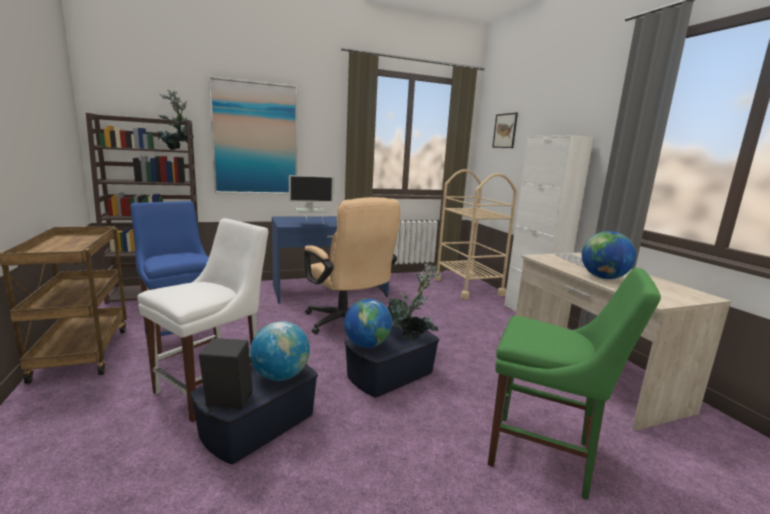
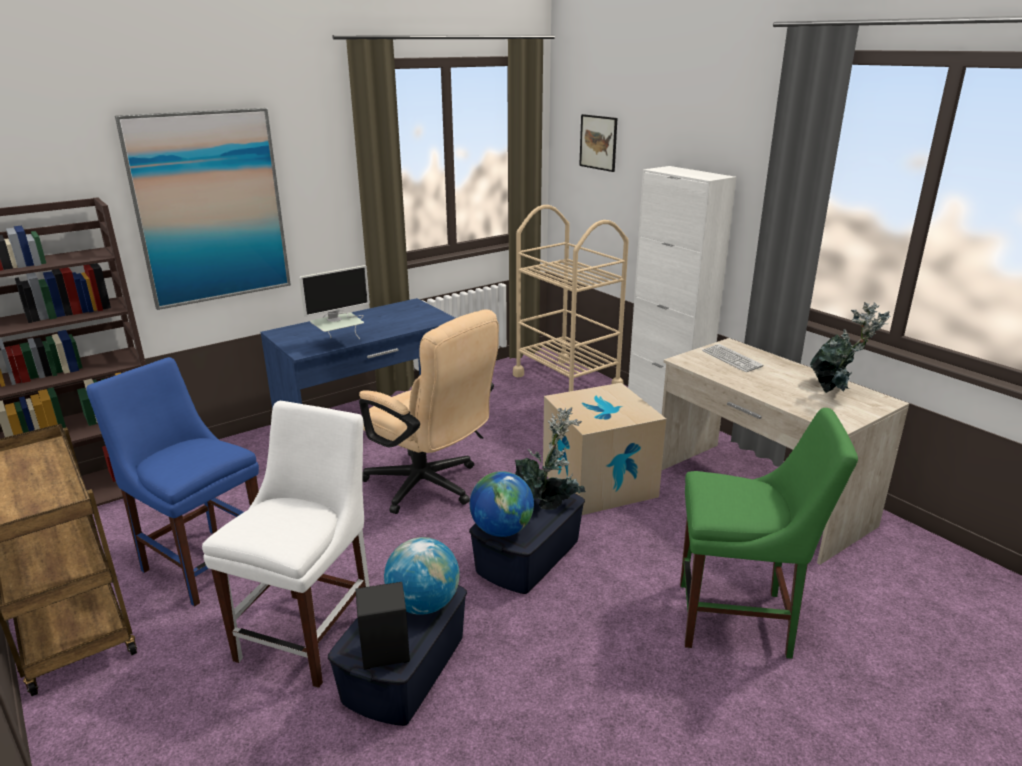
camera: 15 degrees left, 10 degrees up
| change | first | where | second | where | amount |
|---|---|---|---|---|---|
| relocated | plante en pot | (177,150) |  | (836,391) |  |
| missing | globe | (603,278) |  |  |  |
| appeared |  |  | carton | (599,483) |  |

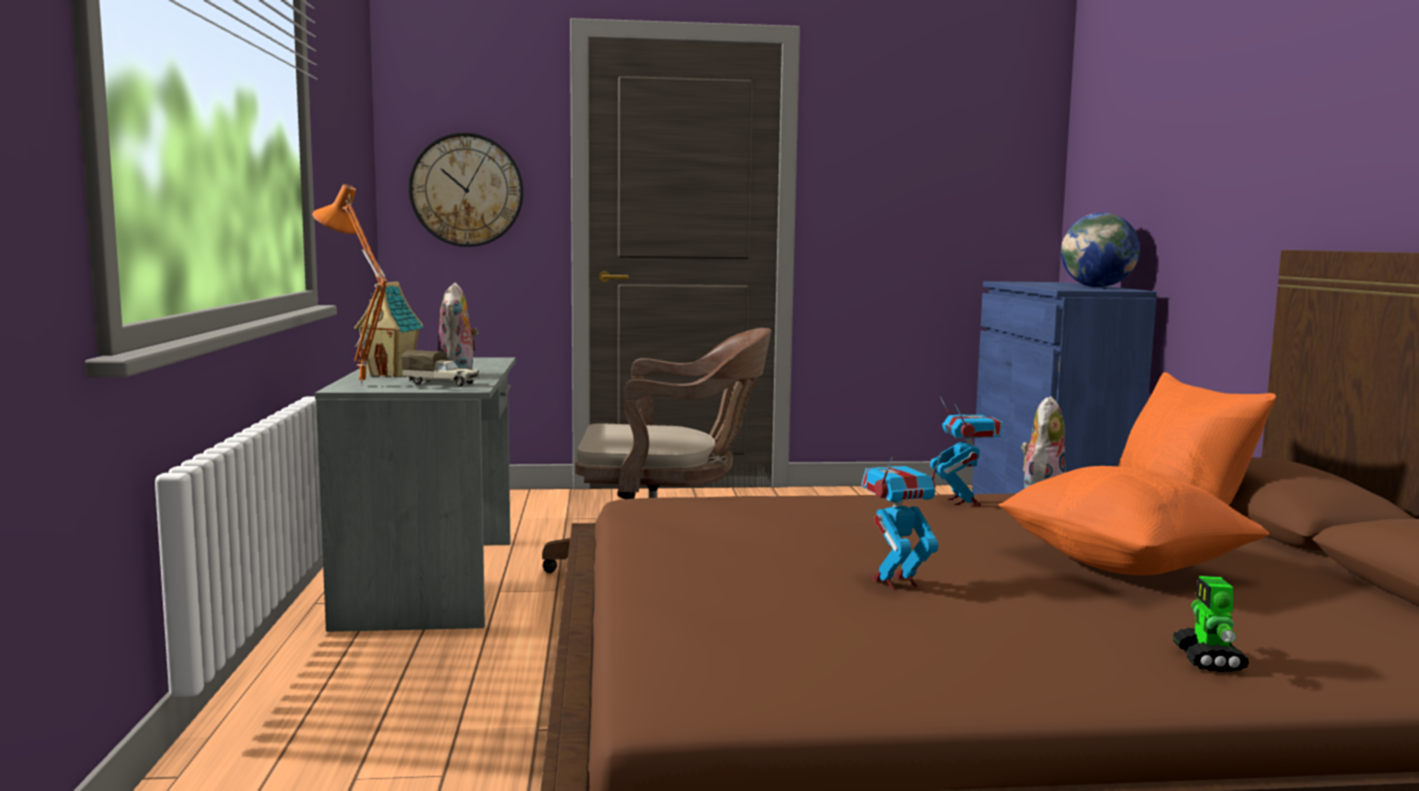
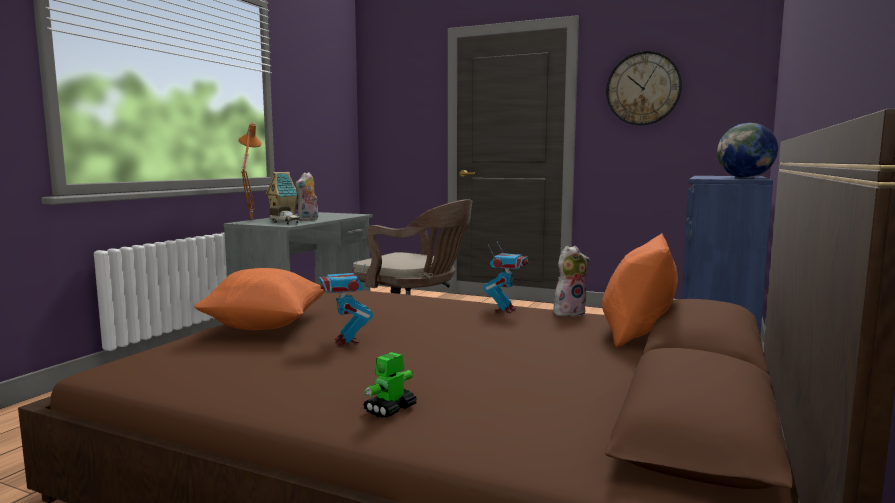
camera: 30 degrees right, 0 degrees up
| change | first | where | second | where | amount |
|---|---|---|---|---|---|
| relocated | horloge murale | (466,190) |  | (643,88) |  |
| spun | robot jouet | (896,582) |  | (346,341) | 120 degrees counterclockwise |
| relocated | coussin [orange] | (1122,566) |  | (267,326) |  |

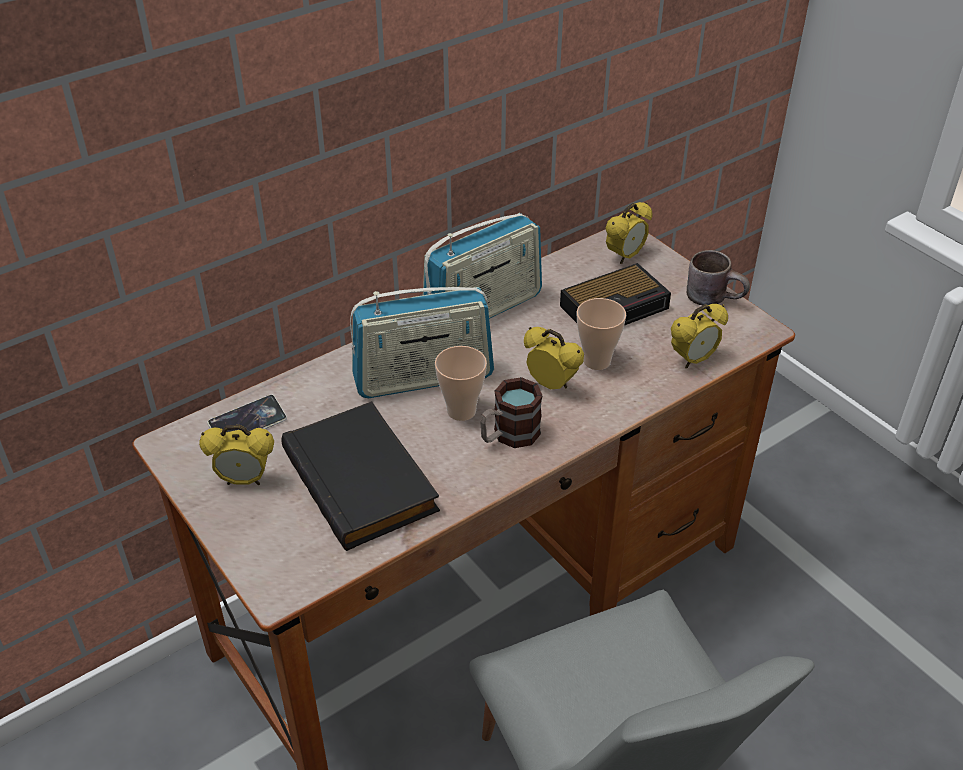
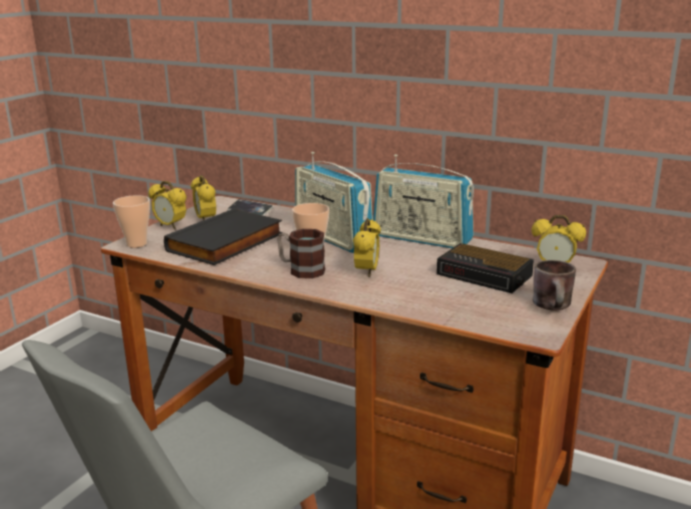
camera: 65 degrees right, 20 degrees down
| change | first | where | second | where | amount |
|---|---|---|---|---|---|
| relocated | tasse | (597,361) |  | (136,243) |  |
| relocated | réveil | (693,360) |  | (170,226) |  |

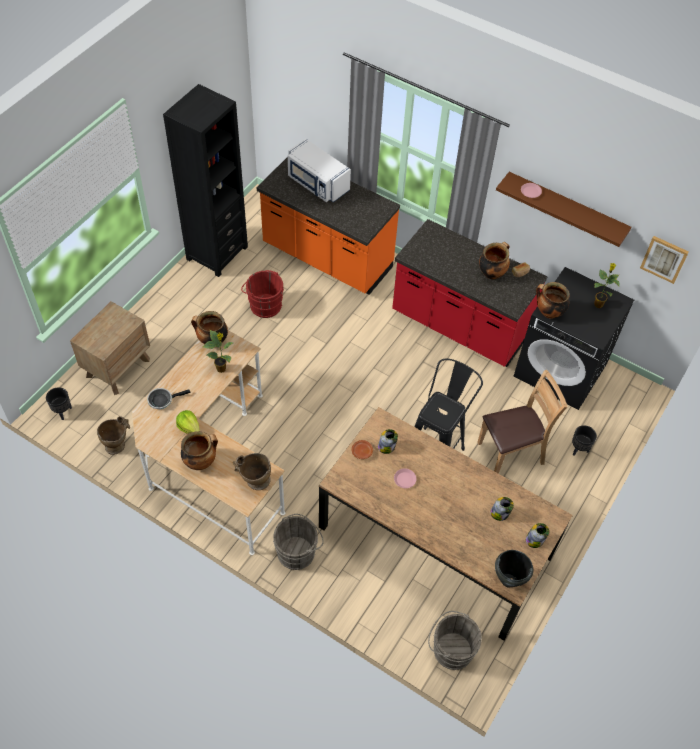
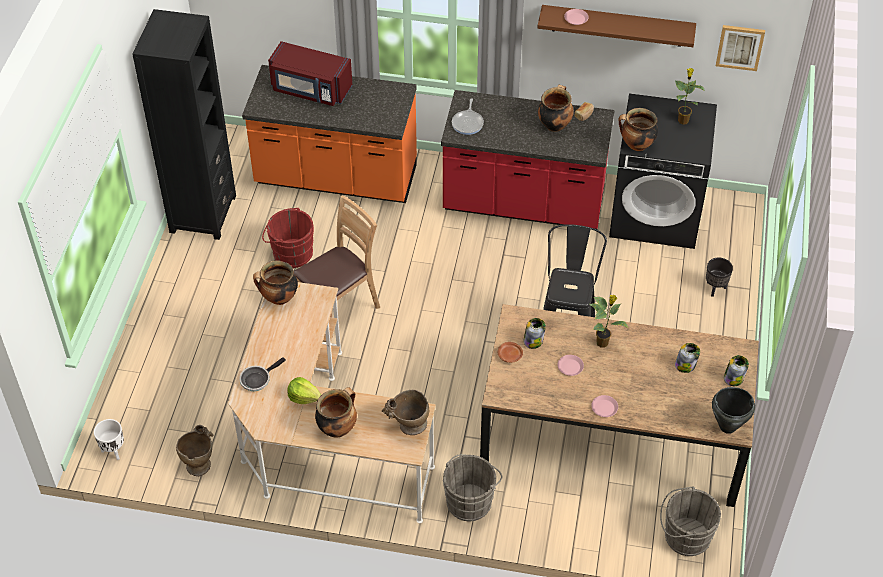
camera: 20 degrees left, 5 degrees down
| change | first | where | second | where | amount |
|---|---|---|---|---|---|
| colour | micro-ondes [blanc] | (317,184) | micro-ondes [rouge] | (310,90) |  |
| missing | table de chevet [marron] | (118,367) |  |  |  |
| relocated | plante en pot | (222,369) |  | (603,343) |  |
| relocated | chaise [marron] | (511,452) |  | (340,307) |  |
| colour | cache-pot [noir] | (62,412) | cache-pot [blanc] | (113,451) |  |
| appeared |  |  | poêle | (468,123) |  |
| appeared |  |  | assiette [rose] | (604,408) |  |

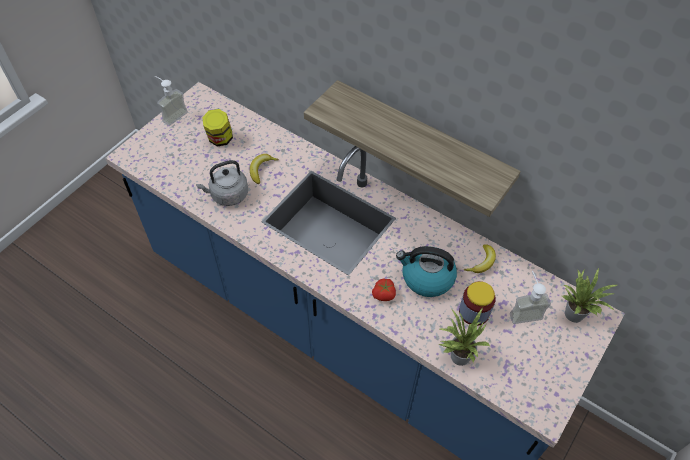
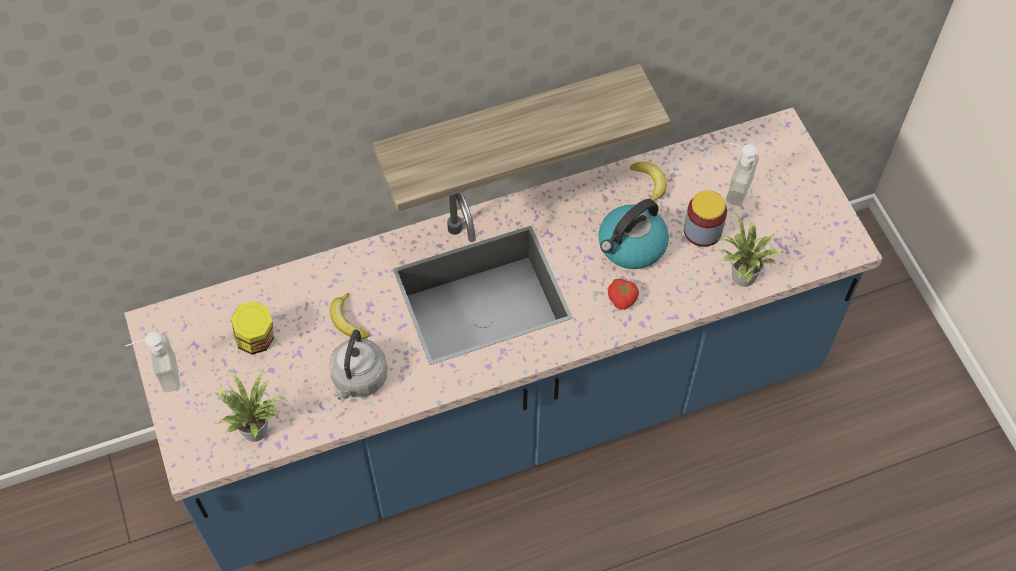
camera: 55 degrees left, 5 degrees up
| change | first | where | second | where | amount |
|---|---|---|---|---|---|
| relocated | plante en pot | (575,312) |  | (255,427) |  |

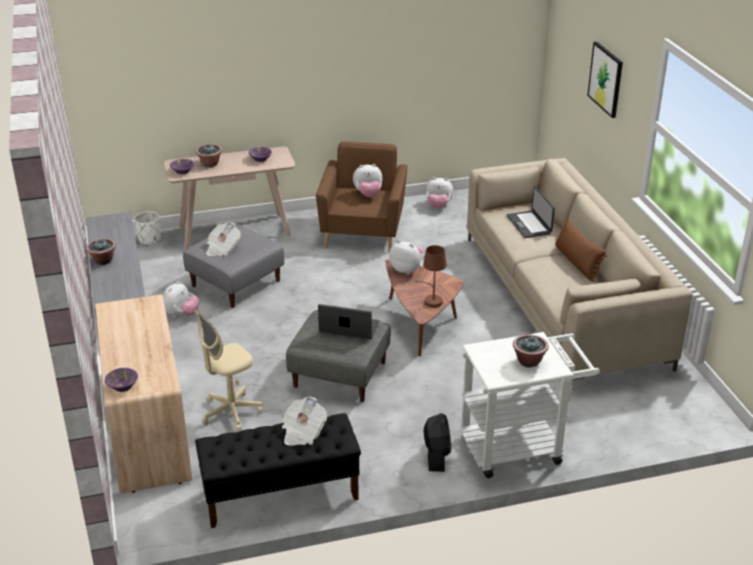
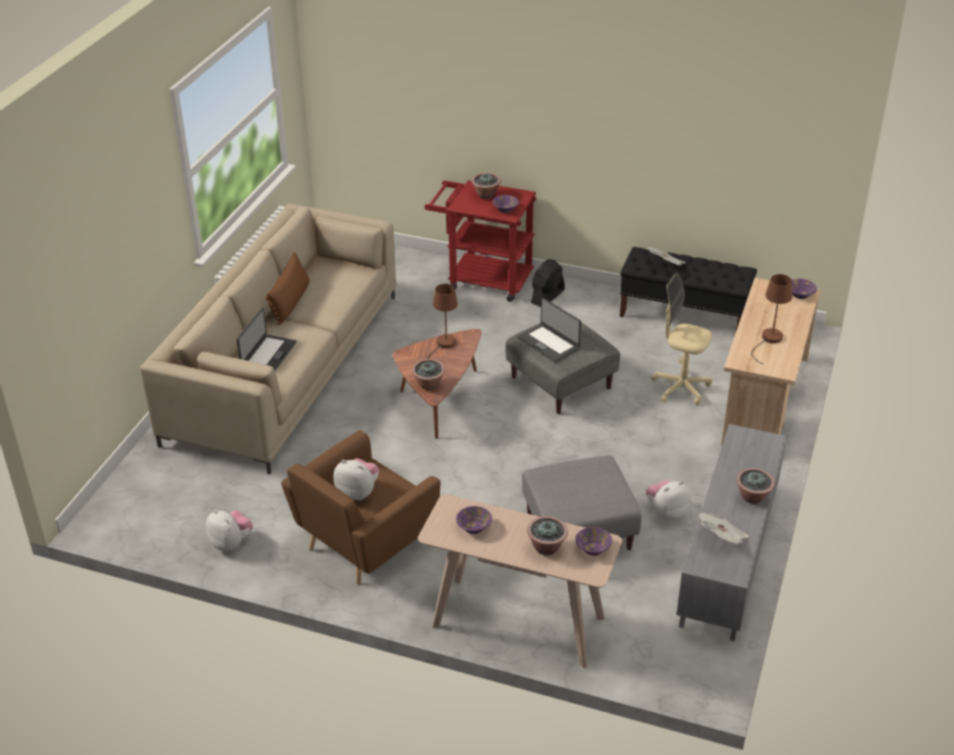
camera: 145 degrees left, 5 degrees up
| change | first | where | second | where | amount |
|---|---|---|---|---|---|
| missing | tableau | (606,79) |  |  |  |
| missing | cache-pot [blanc] | (149,239) |  |  |  |
| relocated | journal | (222,248) |  | (722,538) |  |
| exchanged | peluche | (407,270) | plante en pot | (429,385) |  |
| spun | chaise de bureau [beige] | (231,412) |  | (681,388) | 150 degrees counterclockwise |
| colour | chariot [blanc] | (519,446) | chariot [rouge] | (482,279) |  |
| appeared |  |  | bol [violet] | (505,209) |  |
| appeared |  |  | lampe de table [marron] | (769,340) |  |

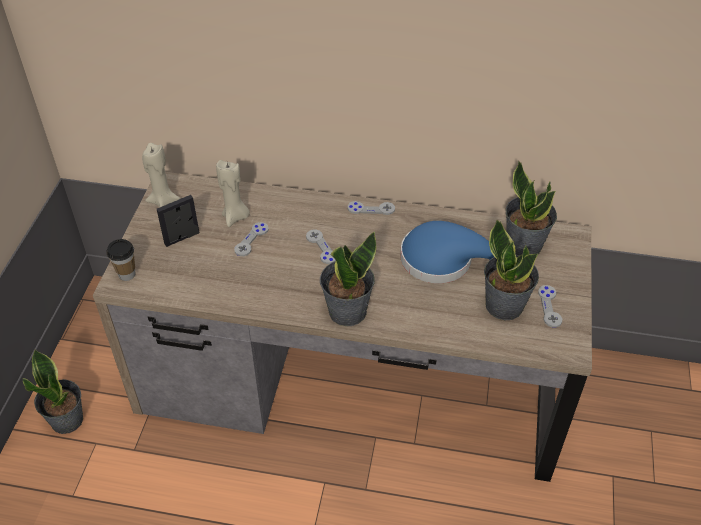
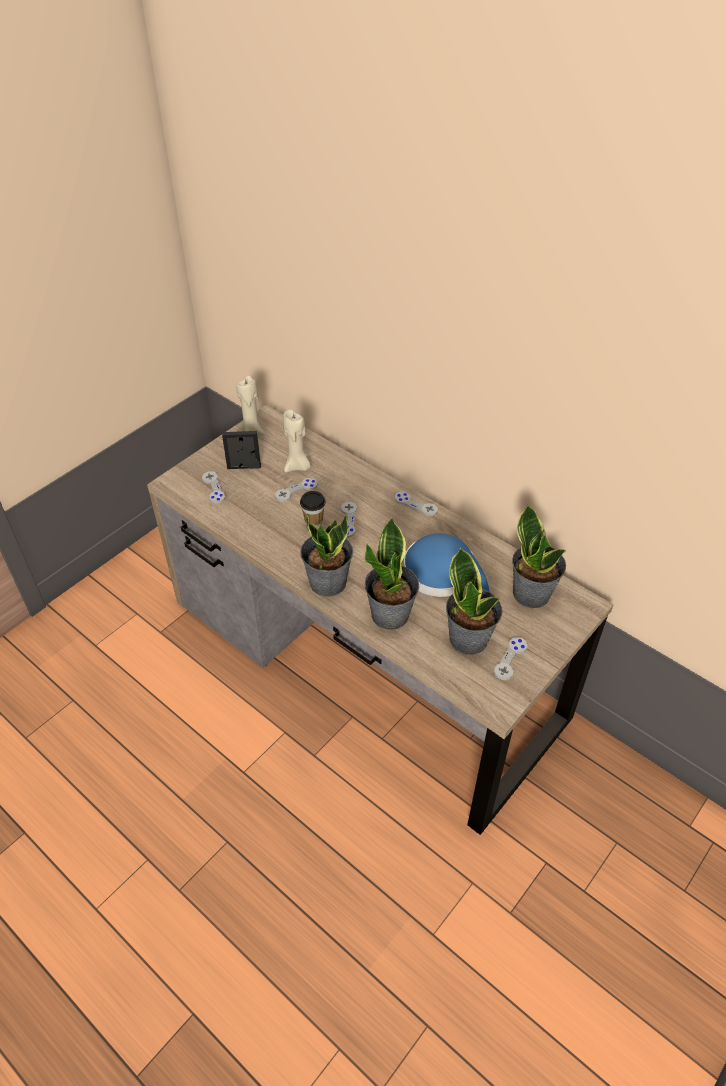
camera: 30 degrees right, 0 degrees up
| change | first | where | second | where | amount |
|---|---|---|---|---|---|
| relocated | tasse | (127,274) |  | (314,525) |  |
| relocated | plante en pot | (68,420) |  | (391,614) |  |
| appeared |  |  | manette [gris] | (213,488) |  |

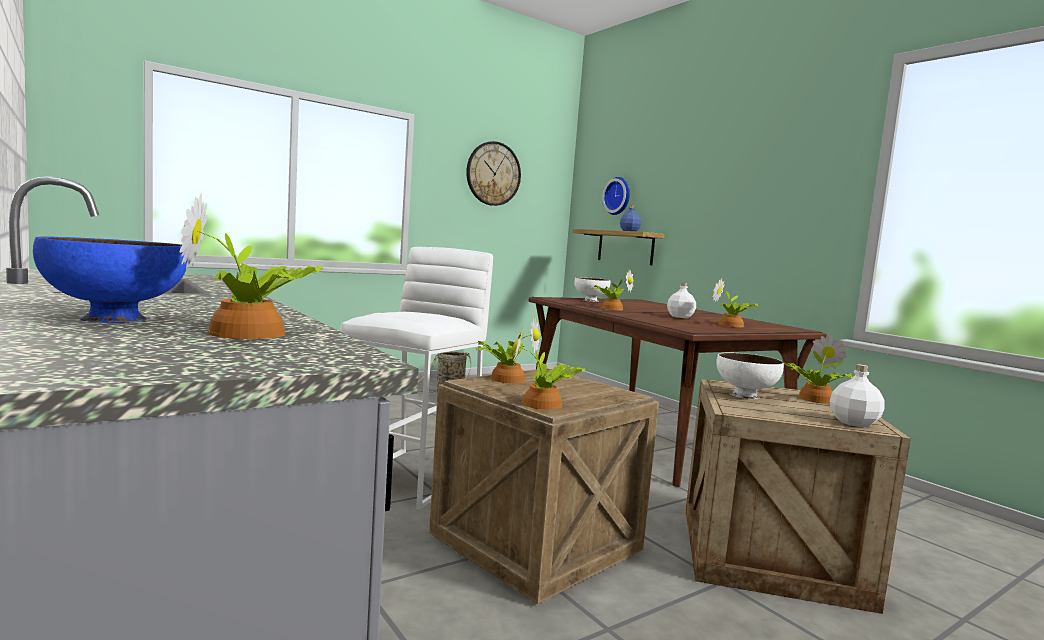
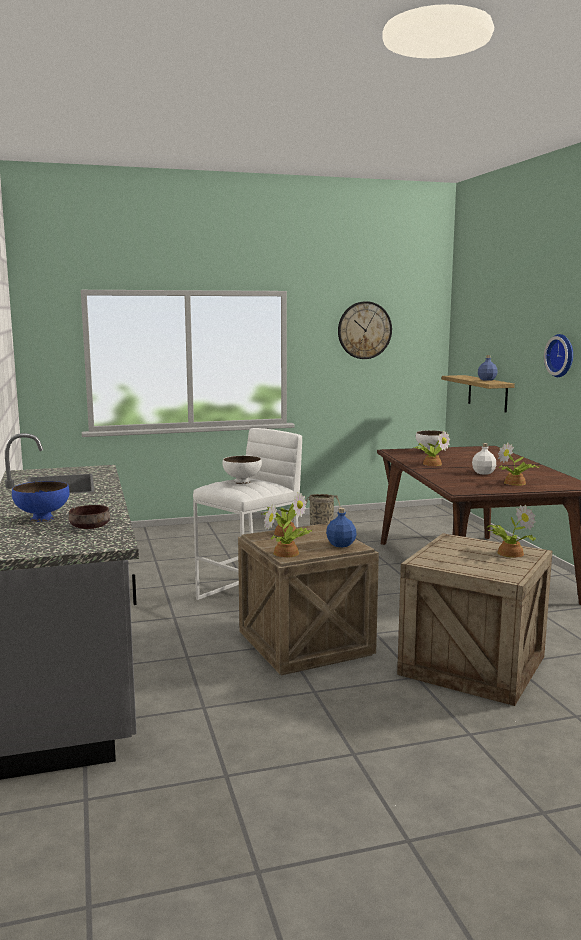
camera: 20 degrees right, 5 degrees up
| change | first | where | second | where | amount |
|---|---|---|---|---|---|
| relocated | horloge murale | (618,196) |  | (562,355) |  |
| exchanged | plante en pot | (250,333) | bol [marron] | (90,527) |  |
| relocated | bol [blanc] | (745,396) |  | (242,482) |  |
| missing | bouteille [blanc] | (853,422) |  |  |  |
| appeared |  |  | bouteille [bleu] | (341,544) |  |

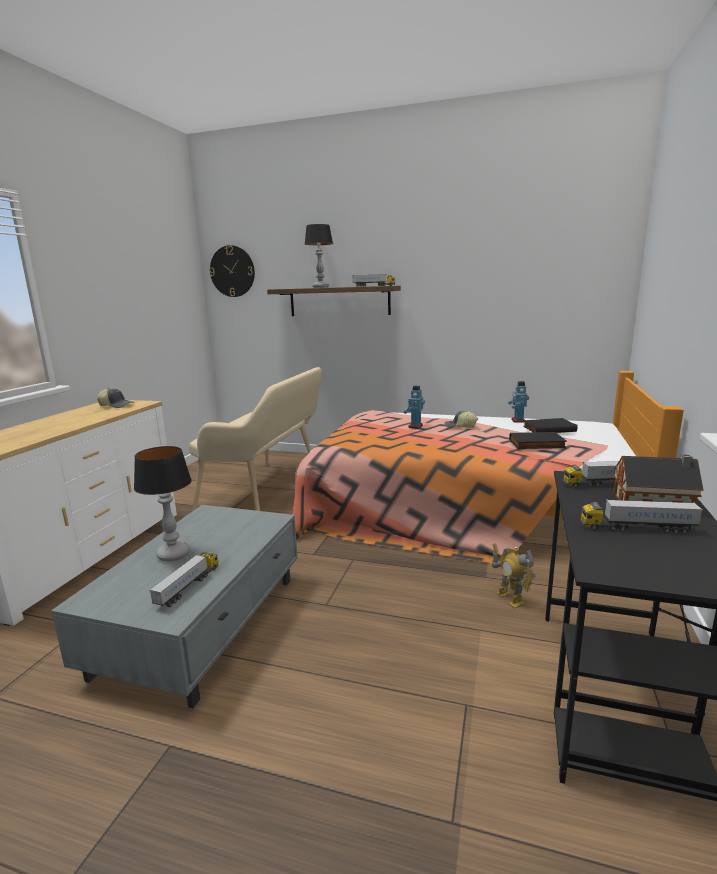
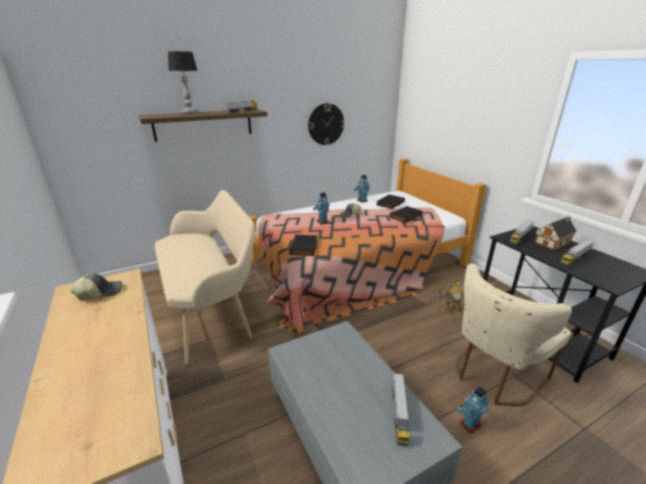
camera: 45 degrees left, 10 degrees up
| change | first | where | second | where | amount |
|---|---|---|---|---|---|
| relocated | horloge murale | (232,271) |  | (326,124) |  |
| missing | lampe de table | (173,555) |  |  |  |
| spun | camion jouet | (188,586) |  | (399,413) | 150 degrees counterclockwise |
| appeared |  |  | livre [noir] | (305,247) |  |
| appeared |  |  | chaise [beige] | (493,375) |  |
| appeared |  |  | robot jouet | (469,423) |  |

